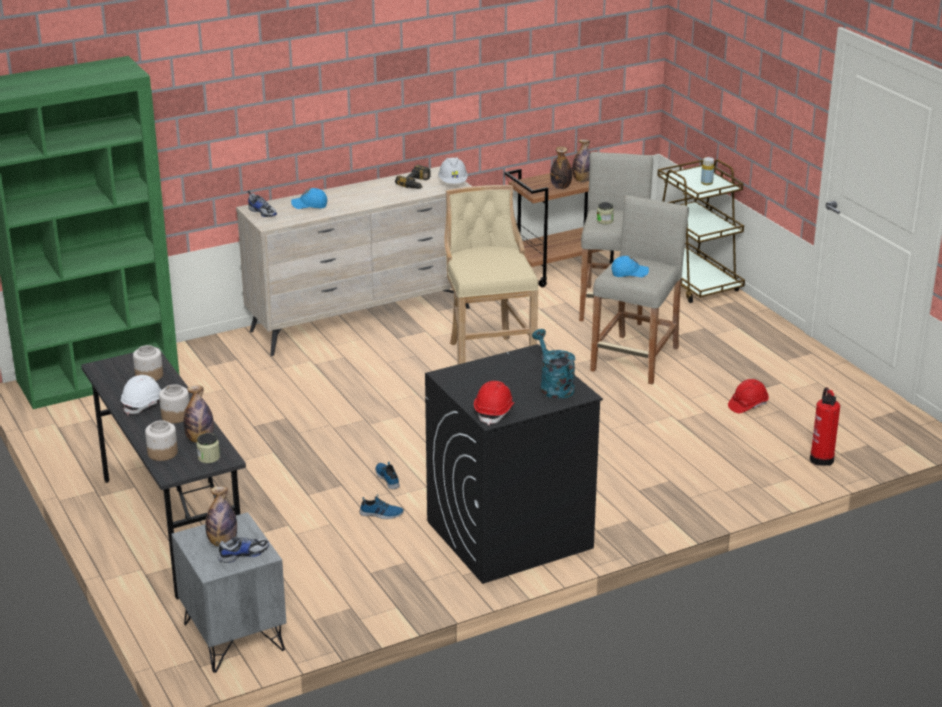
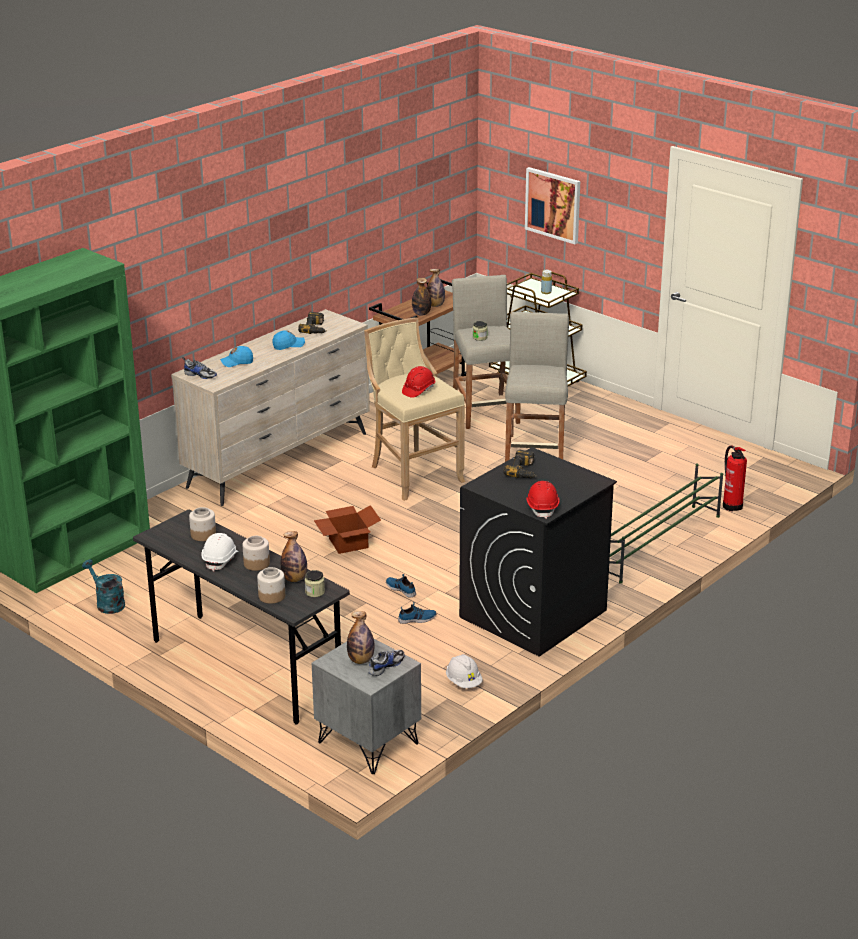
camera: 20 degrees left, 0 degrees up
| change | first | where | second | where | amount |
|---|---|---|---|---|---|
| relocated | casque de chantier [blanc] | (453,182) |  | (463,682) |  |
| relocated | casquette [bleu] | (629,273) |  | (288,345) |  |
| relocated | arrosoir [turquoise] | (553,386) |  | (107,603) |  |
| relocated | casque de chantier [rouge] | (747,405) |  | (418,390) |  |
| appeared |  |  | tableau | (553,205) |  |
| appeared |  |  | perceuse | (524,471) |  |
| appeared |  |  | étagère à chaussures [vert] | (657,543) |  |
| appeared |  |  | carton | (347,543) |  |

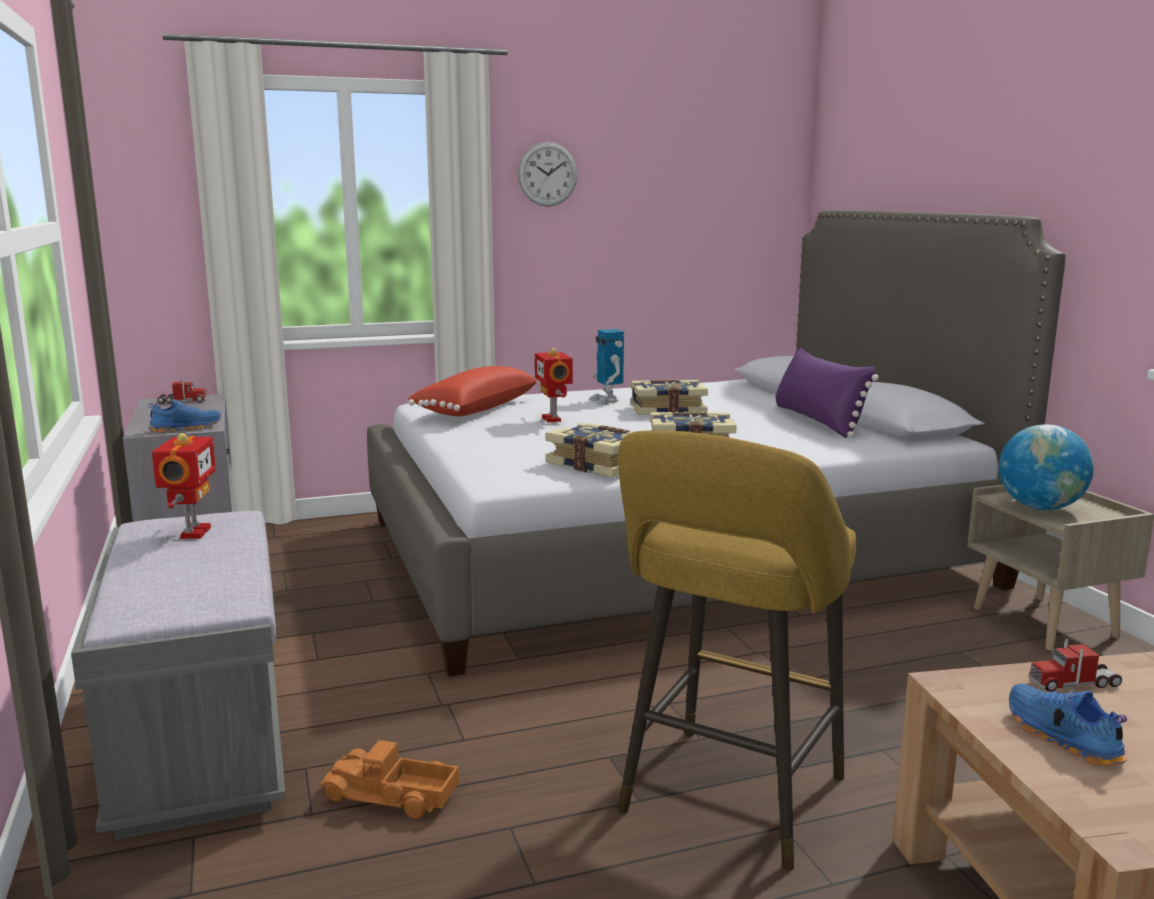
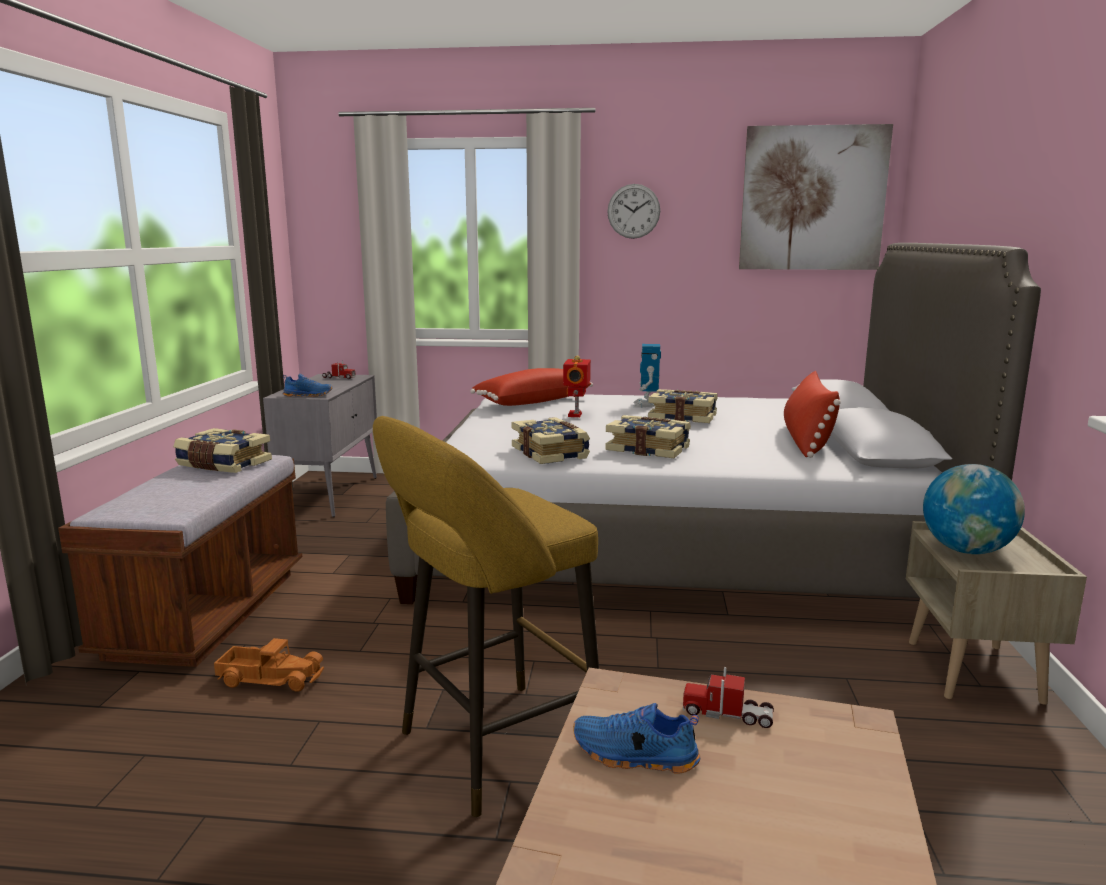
camera: 25 degrees right, 0 degrees up
| change | first | where | second | where | amount |
|---|---|---|---|---|---|
| colour | coussin [violet] | (818,421) | coussin [rouge] | (806,440) |  |
| exchanged | robot jouet | (193,533) | livre | (223,464) |  |
| colour | banc [gris] | (200,743) | banc [marron] | (206,613) |  |
| spun | chaussure [bleu] | (1060,737) |  | (634,757) | 75 degrees counterclockwise |
| spun | camion jouet | (390,796) |  | (271,677) | 150 degrees clockwise |
| appeared |  |  | tableau | (813,199) |  |

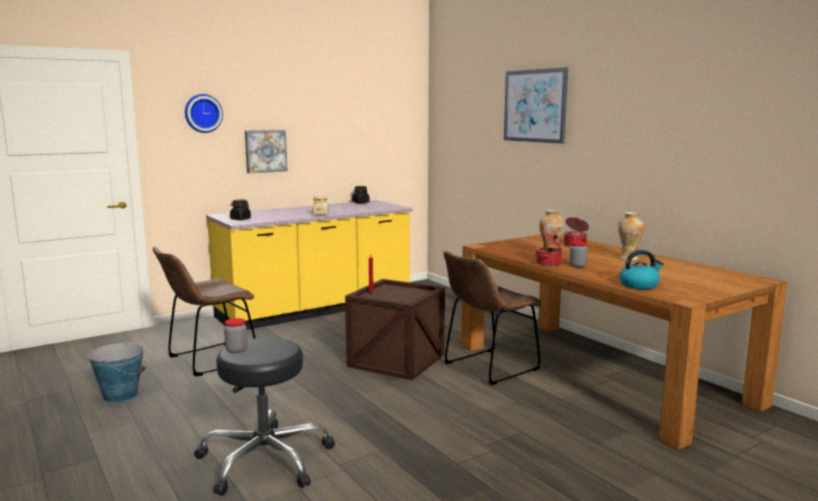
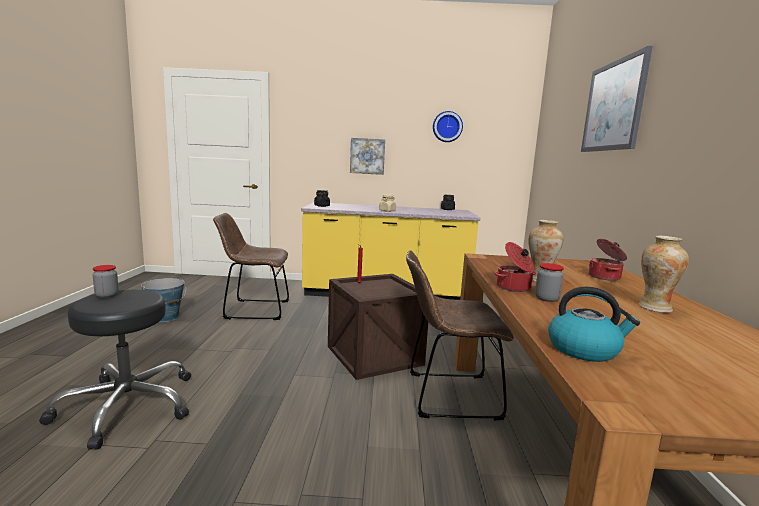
camera: 35 degrees right, 0 degrees up
| change | first | where | second | where | amount |
|---|---|---|---|---|---|
| relocated | horloge murale | (203,113) |  | (447,127) |  |

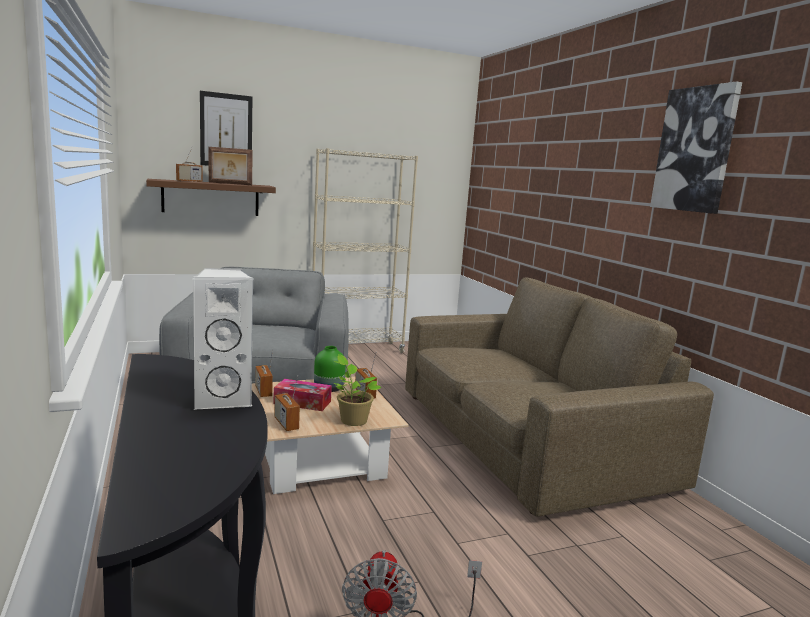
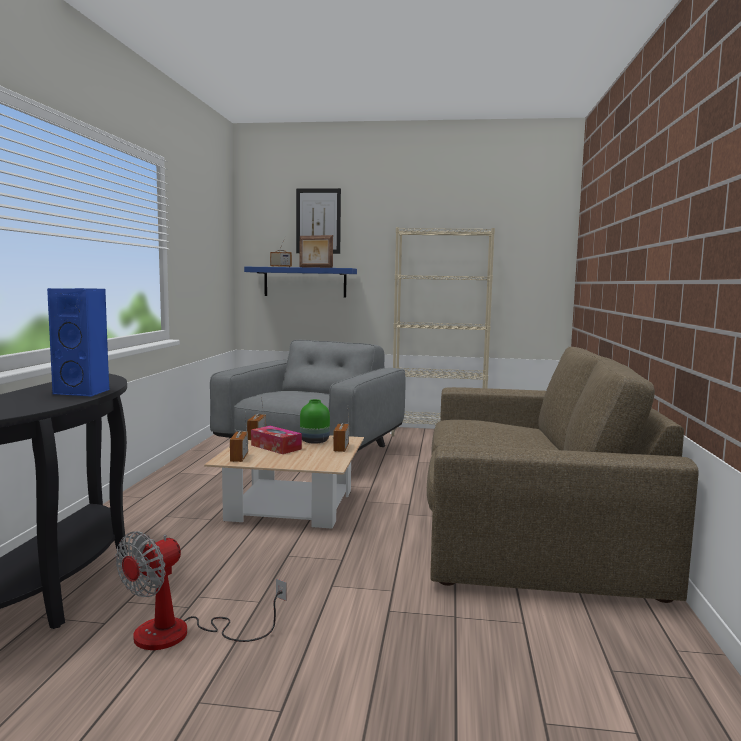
camera: 30 degrees right, 5 degrees down
| change | first | where | second | where | amount |
|---|---|---|---|---|---|
| missing | tableau | (695,150) |  |  |  |
| colour | étagère [marron] | (211,198) | étagère [bleu] | (305,282) |  |
| colour | enceinte [blanc] | (224,399) | enceinte [bleu] | (85,392) |  |
| missing | plante en pot | (352,420) |  |  |  |

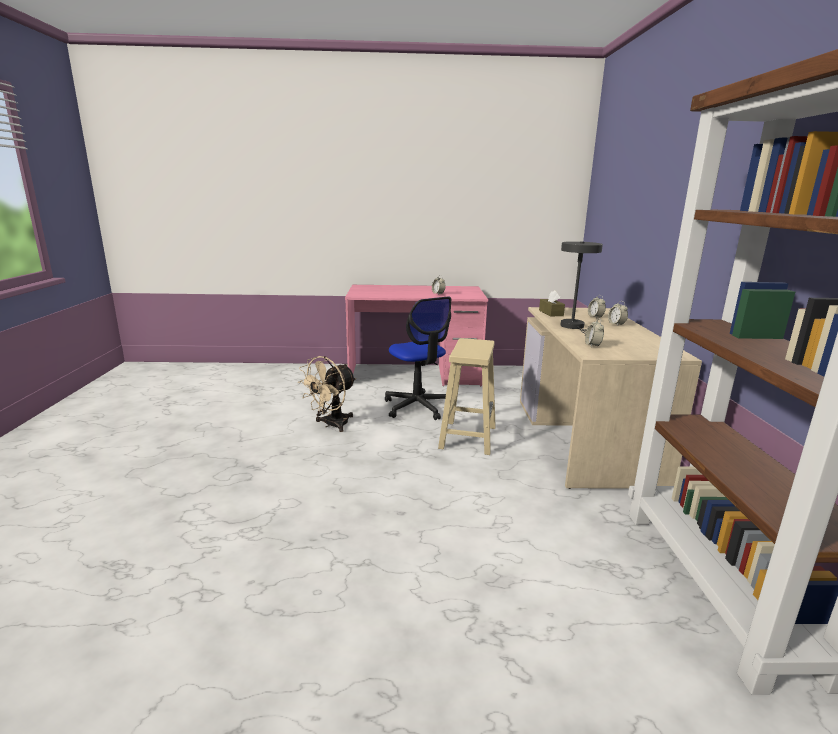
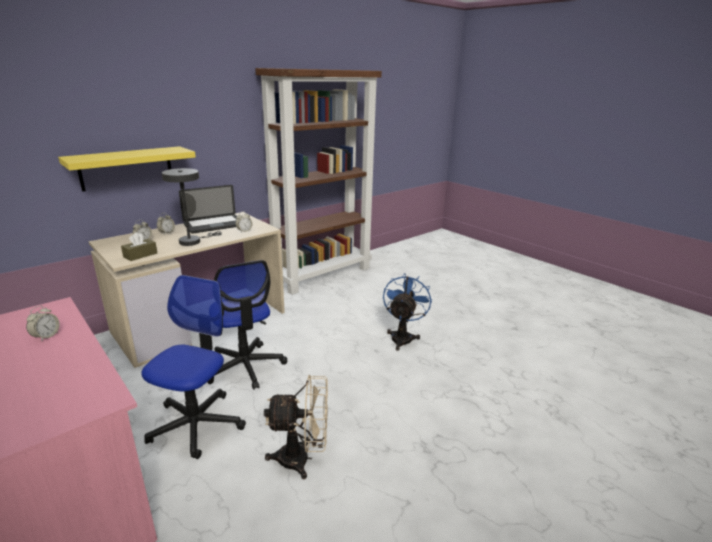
camera: 130 degrees left, 5 degrees up
| change | first | where | second | where | amount |
|---|---|---|---|---|---|
| exchanged | tabouret [beige] | (467,436) | chaise de bureau | (245,367) |  |
| appeared |  |  | étagère [jaune] | (126,168) |  |
| appeared |  |  | ordinateur portable | (214,225) |  |
| appeared |  |  | ventilateur [bleu] | (402,337) |  |

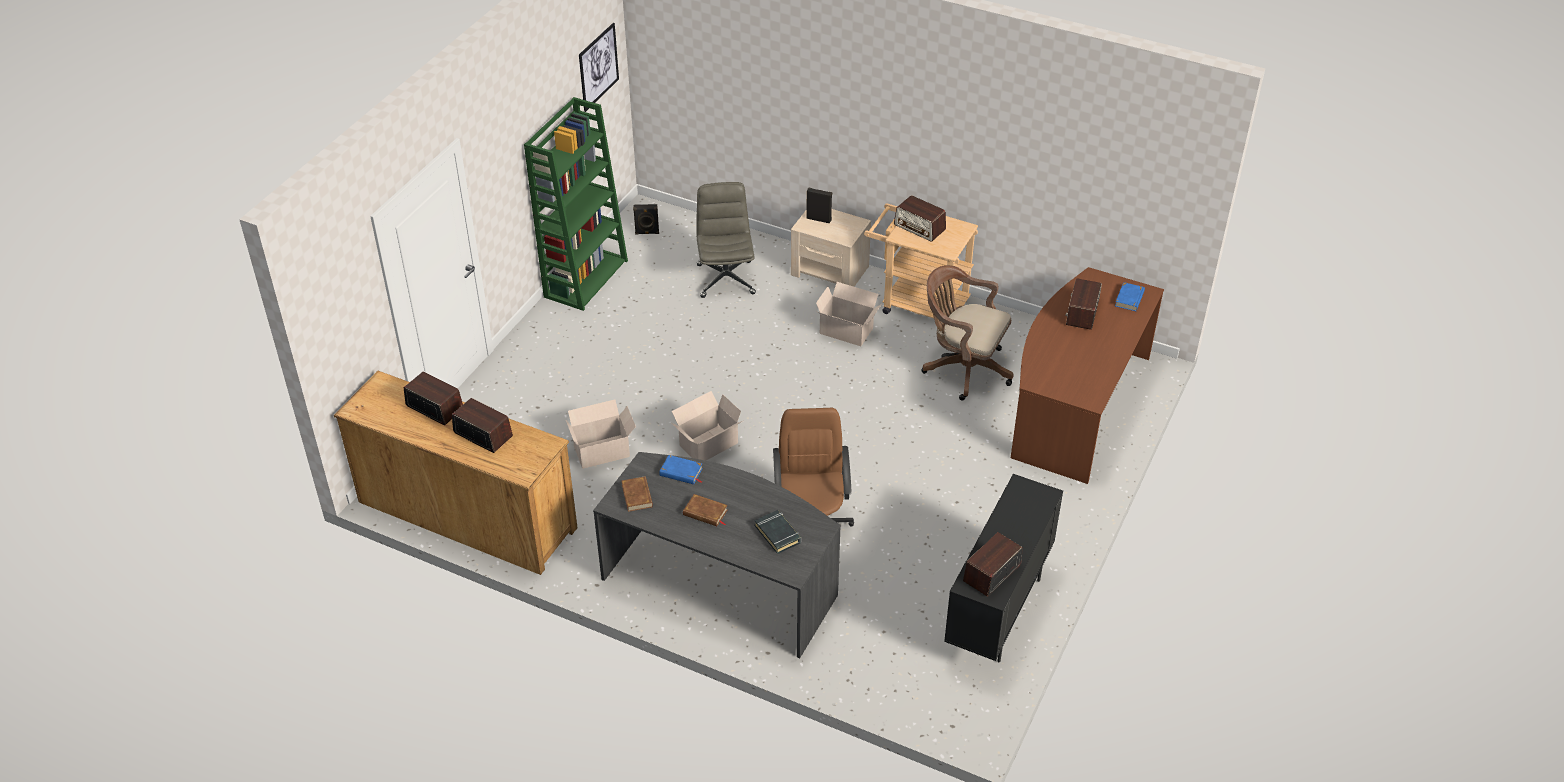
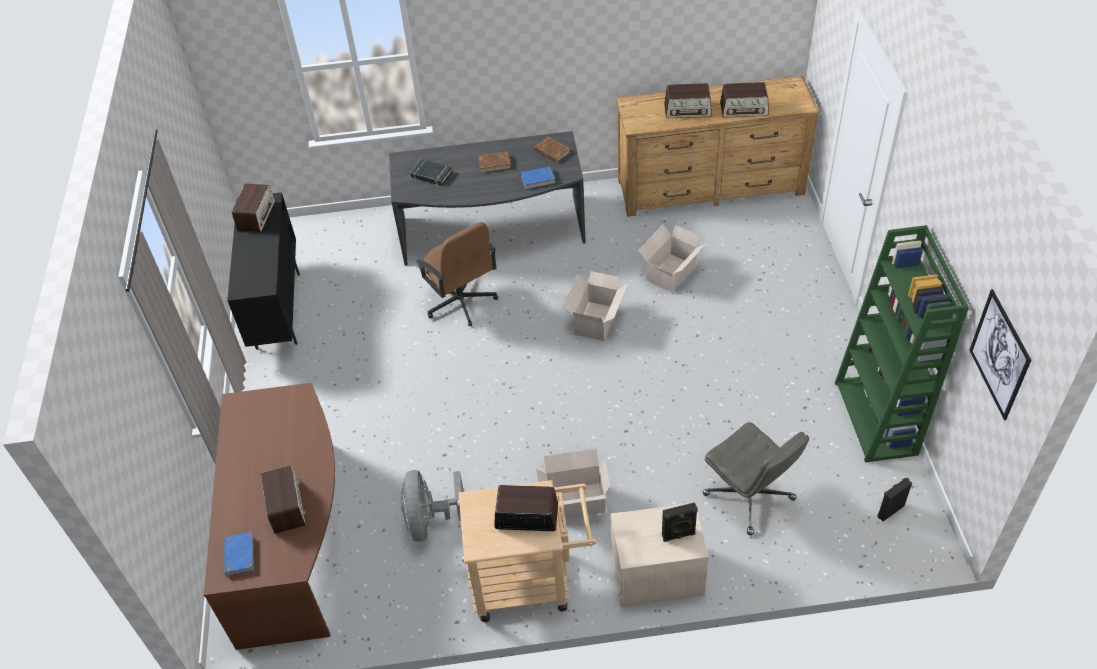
camera: 150 degrees right, 5 degrees up
| change | first | where | second | where | amount |
|---|---|---|---|---|---|
| exchanged | chaise de bureau [marron] | (963,368) | ventilateur [gris] | (430,521) |  |

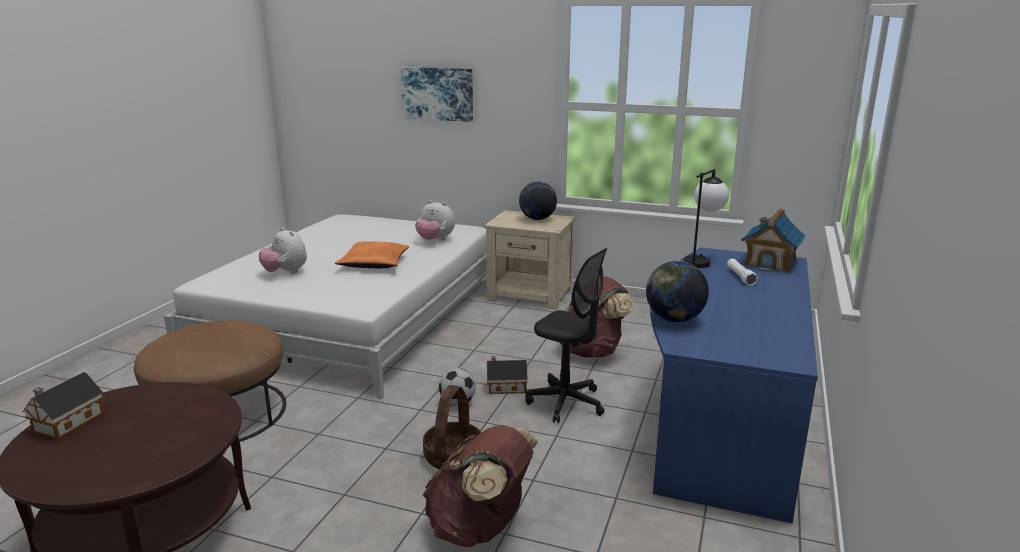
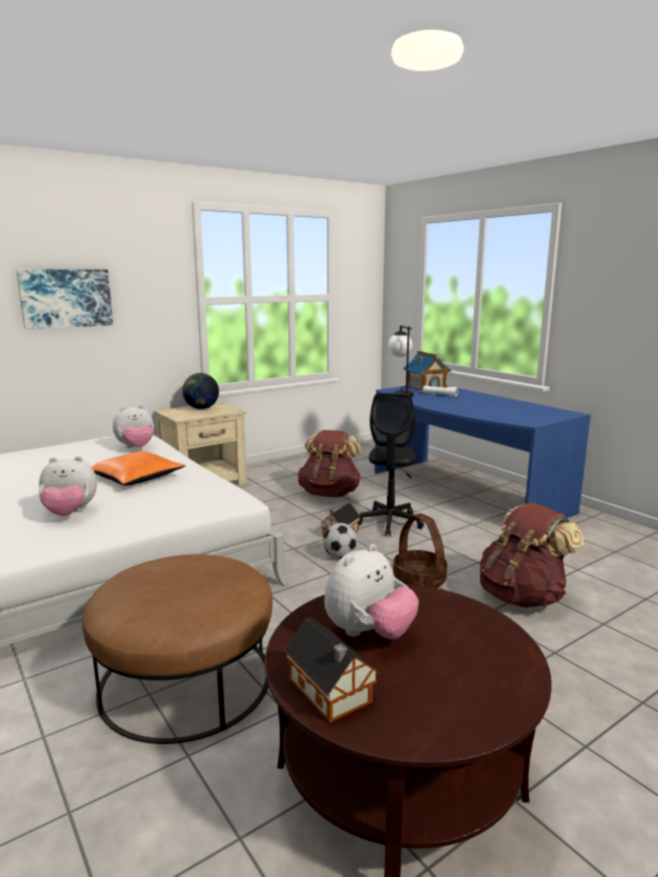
camera: 55 degrees left, 5 degrees down
| change | first | where | second | where | amount |
|---|---|---|---|---|---|
| spun | chaise de bureau [noir] | (566,403) |  | (390,523) | 120 degrees clockwise |
| missing | globe | (674,319) |  |  |  |
| appeared |  |  | peluche | (369,633) |  |

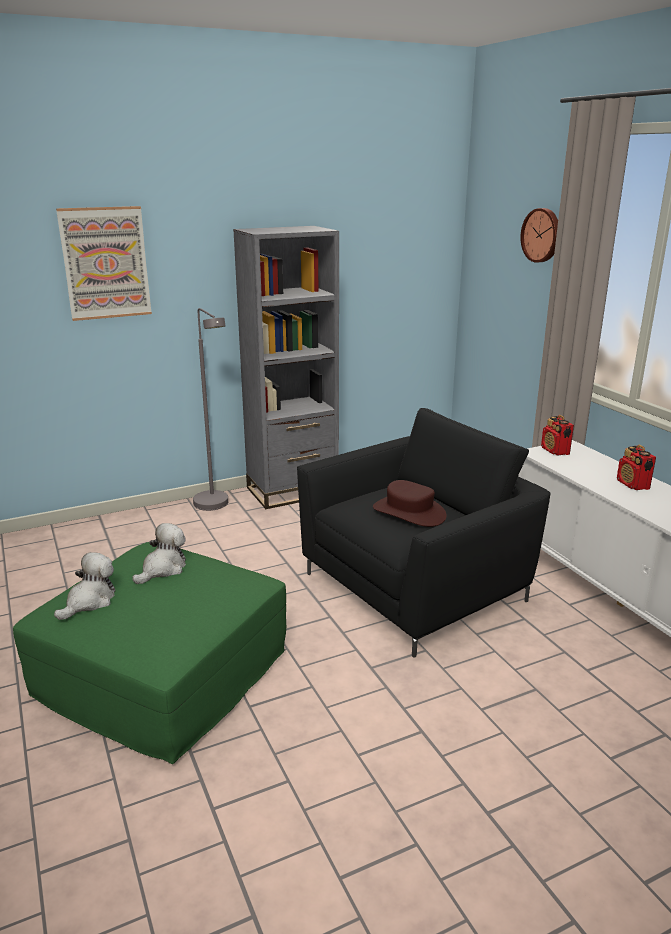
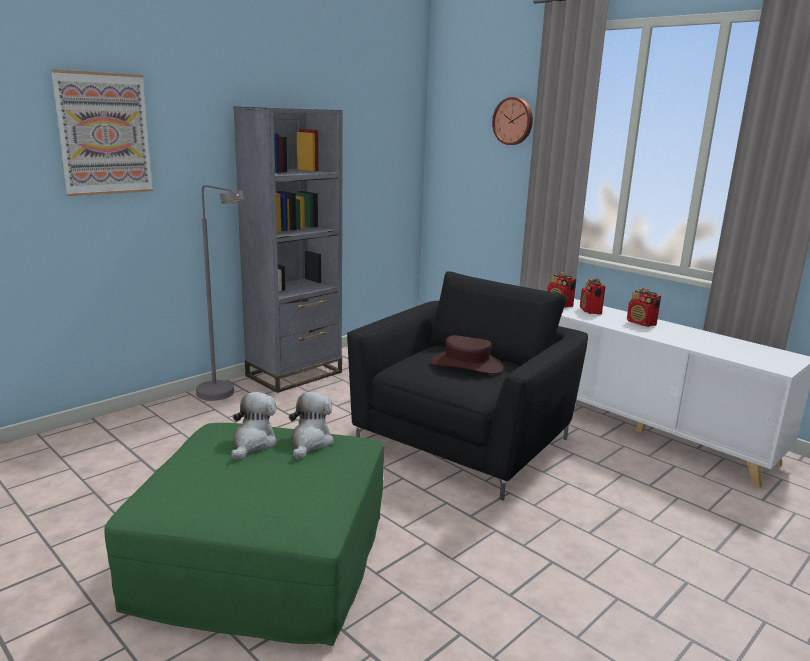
camera: 20 degrees left, 5 degrees down
| change | first | where | second | where | amount |
|---|---|---|---|---|---|
| relocated | peluche | (90,601) |  | (310,442) |  |
| appeared |  |  | radio | (590,311) |  |

